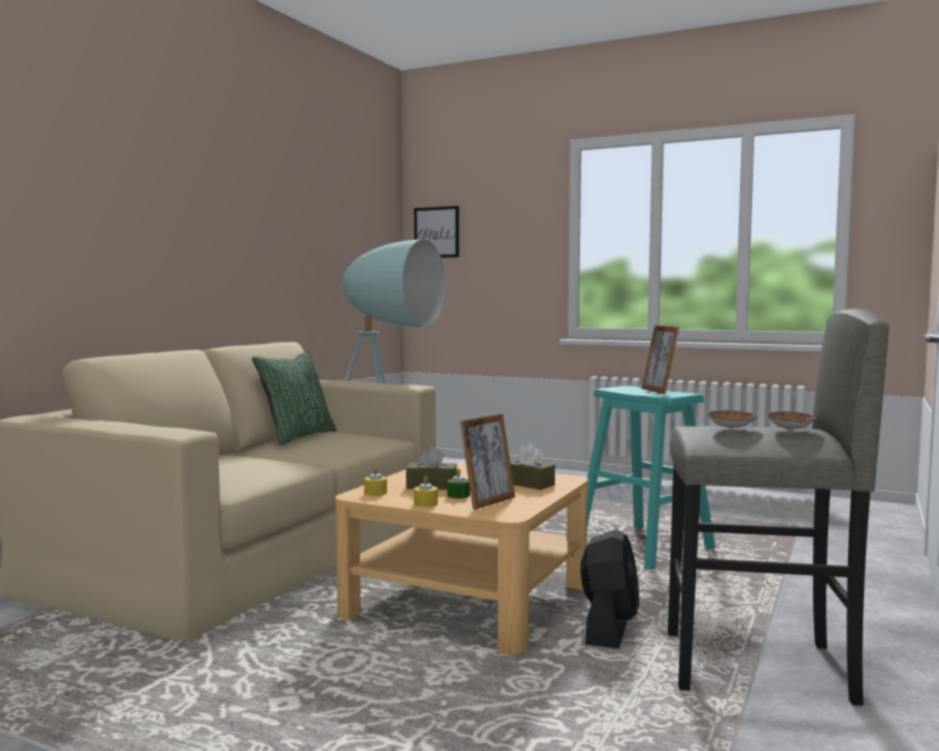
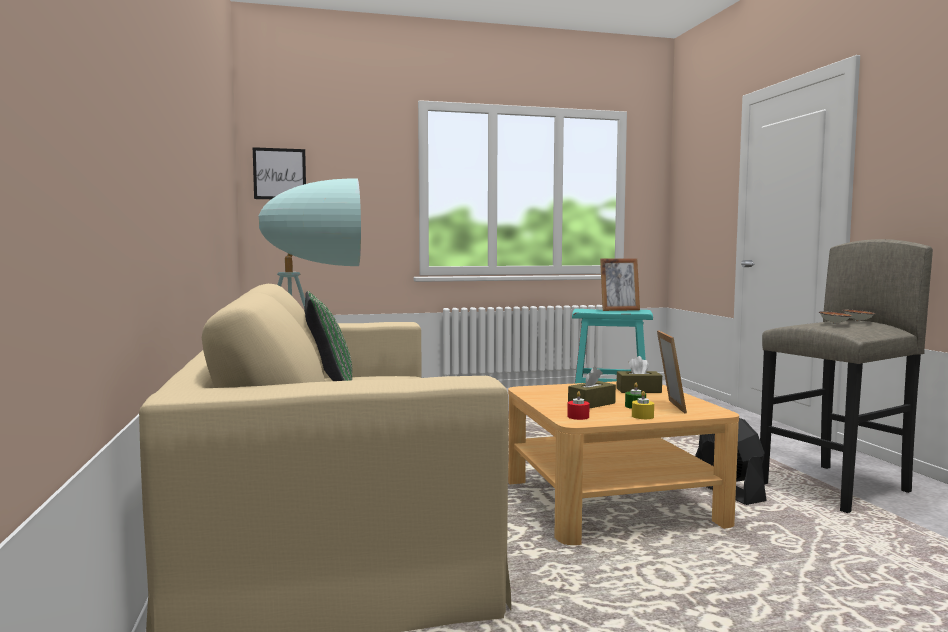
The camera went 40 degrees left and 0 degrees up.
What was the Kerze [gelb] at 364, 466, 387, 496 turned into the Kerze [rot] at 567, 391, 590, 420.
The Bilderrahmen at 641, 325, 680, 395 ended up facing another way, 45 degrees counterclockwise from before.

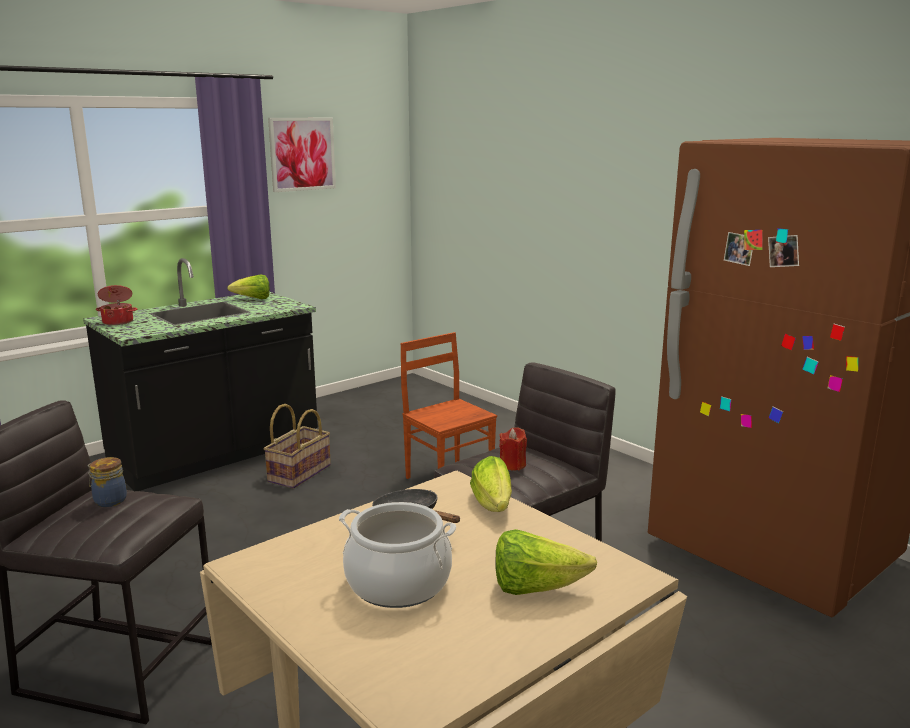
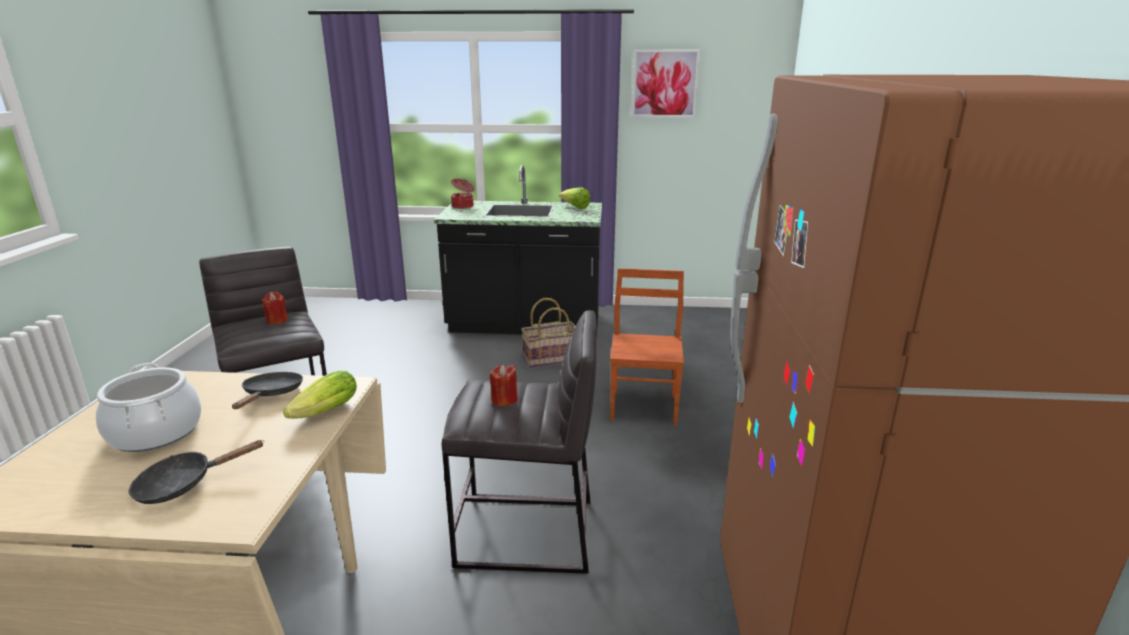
The camera went 45 degrees right and 5 degrees up.
Where the Vorratsglas stood at 88, 457, 127, 507, the Kerze [rot] came to stand at 262, 292, 288, 325.
Where the Salatkopf stood at 495, 529, 597, 595, the Pfanne [schwarz] came to stand at 129, 440, 264, 504.

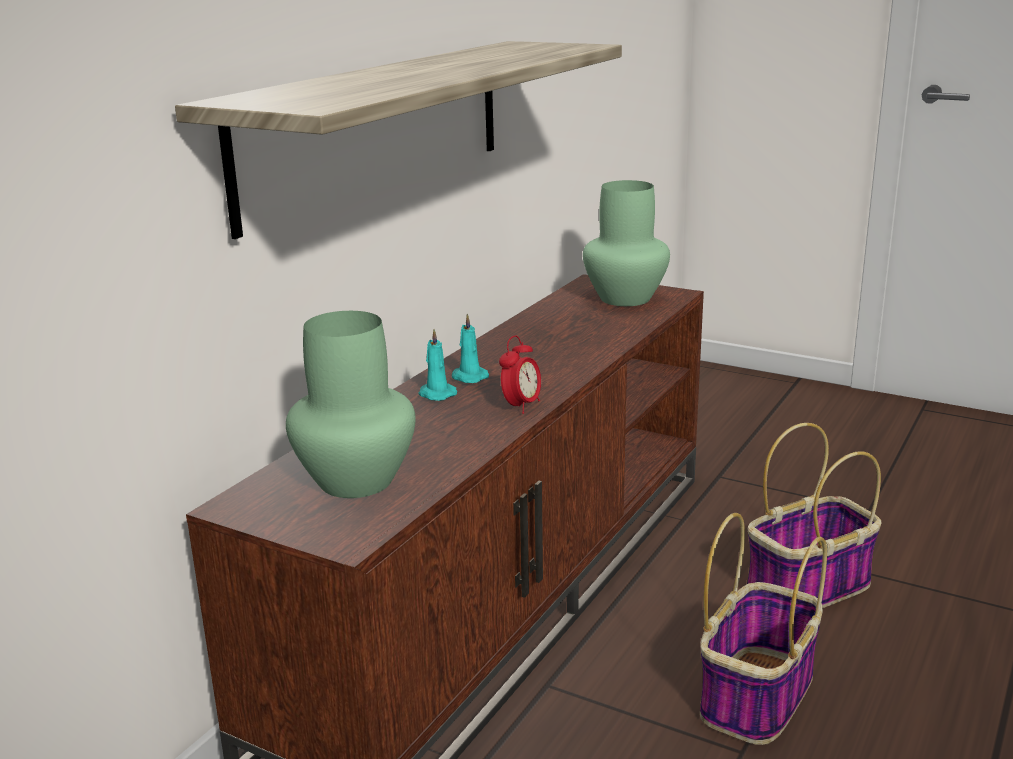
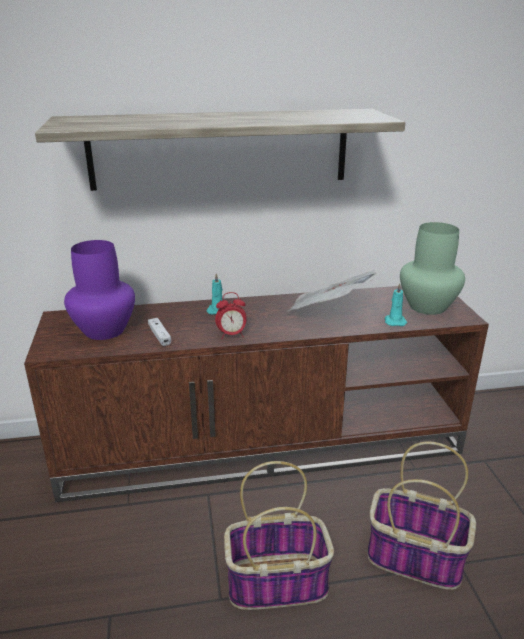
The camera went 50 degrees right and 5 degrees up.
The second view gained the Gamepad [weiß] at 148, 318, 171, 346.
The second view gained the Zeitung at 288, 270, 377, 311.
The Kerze [türkis] ended up elsewhere, having gone from 452, 313, 489, 383 to 385, 283, 407, 326.
What was the Vase [grün] at 286, 311, 416, 498 turned into the Vase [lila] at 64, 240, 135, 340.

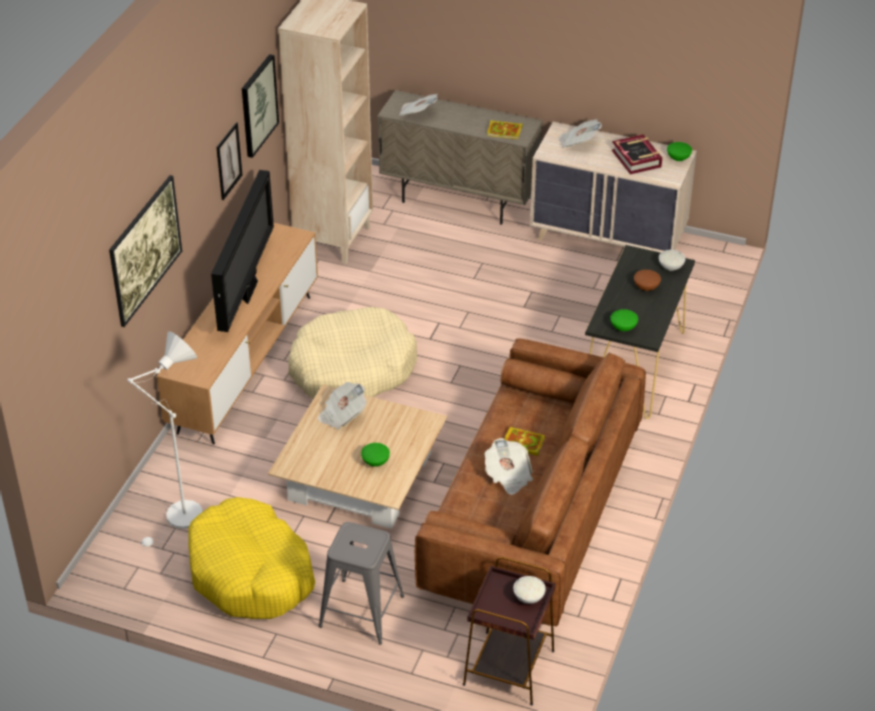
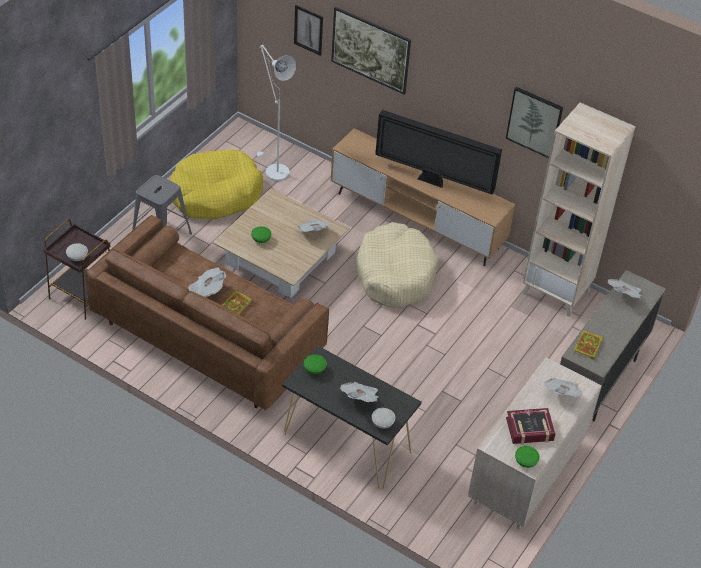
The camera went 100 degrees right and 5 degrees up.
The Bild ended up elsewhere, having gone from 217, 122, 242, 200 to 294, 5, 323, 56.
Where the Schüssel [braun] stood at 634, 270, 661, 291, the Zeitung came to stand at 340, 382, 378, 402.

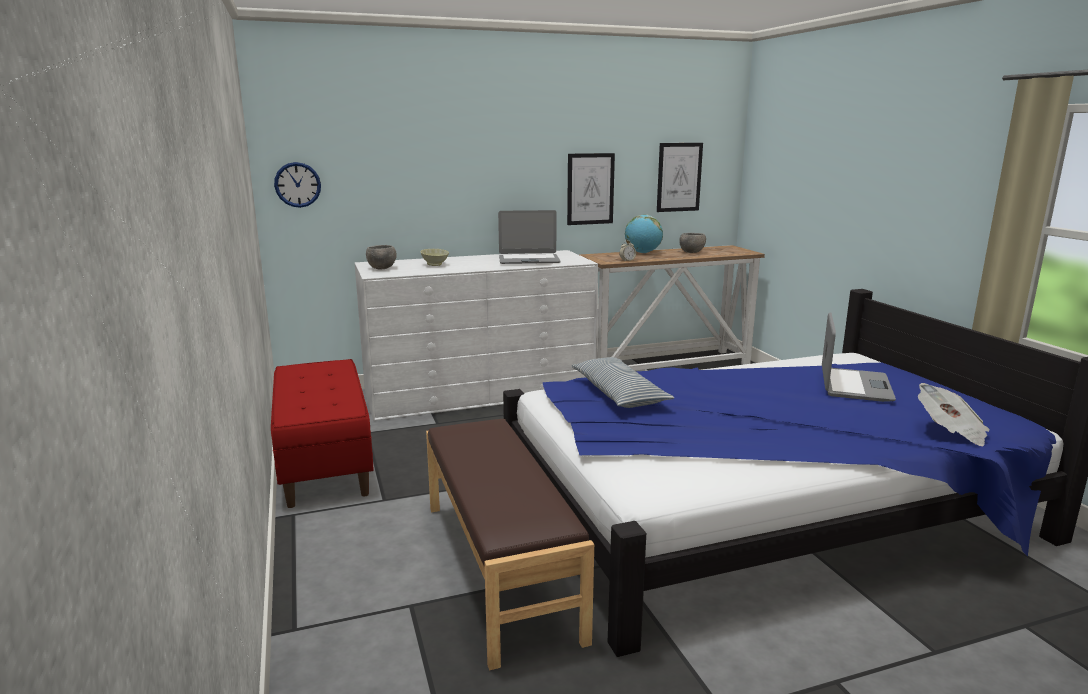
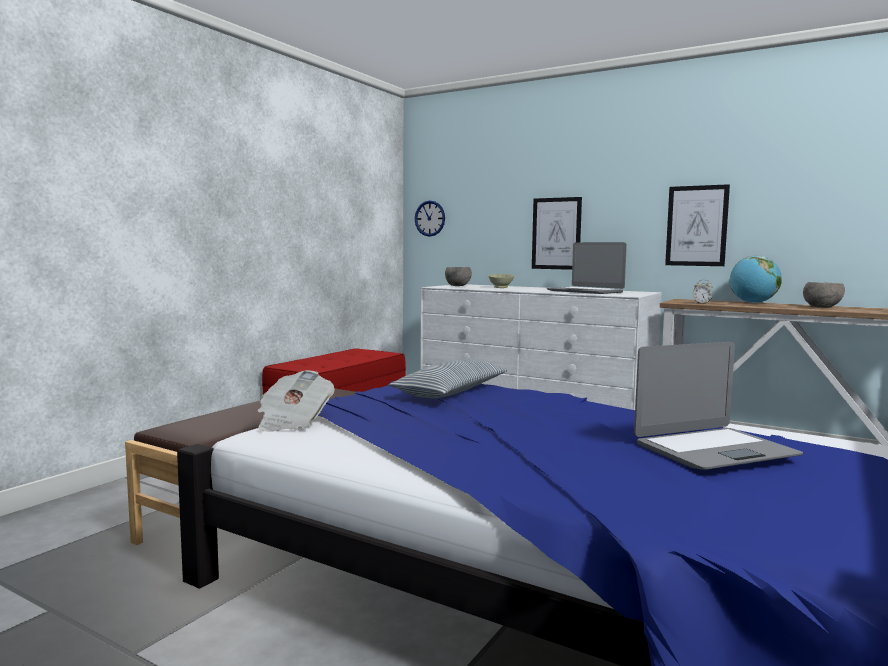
The camera went 50 degrees right and 10 degrees down.
The Bild ended up elsewhere, having gone from 657, 143, 703, 212 to 532, 197, 582, 270.
The Zeitung ended up elsewhere, having gone from 918, 383, 989, 446 to 258, 370, 335, 432.

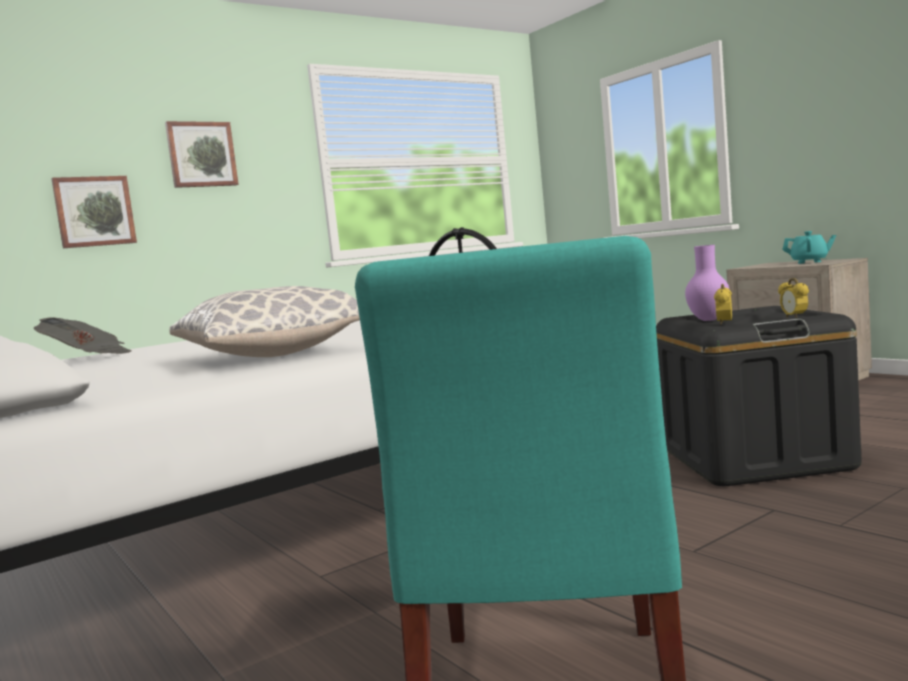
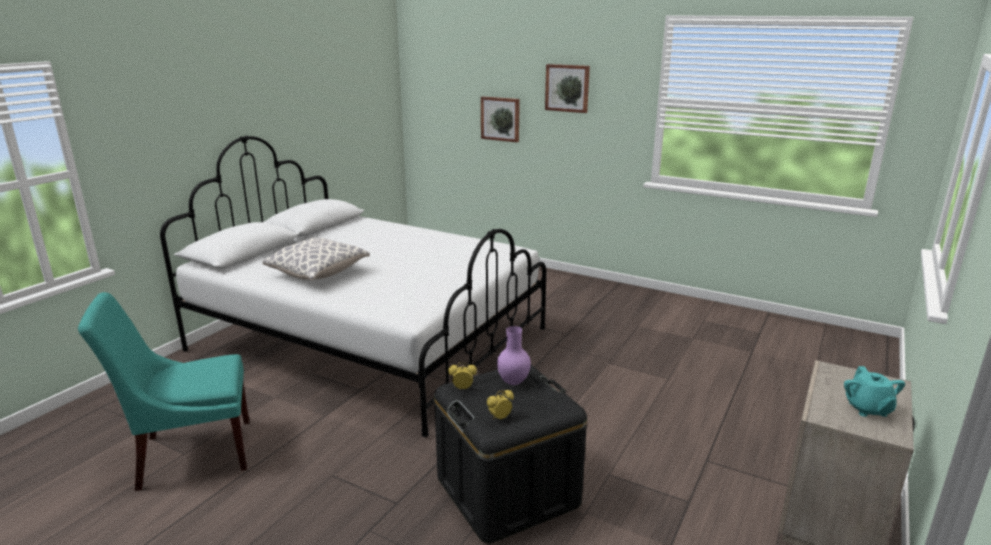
The camera went 65 degrees right and 15 degrees up.
The second view lost the Zeitung at 34, 317, 131, 354.

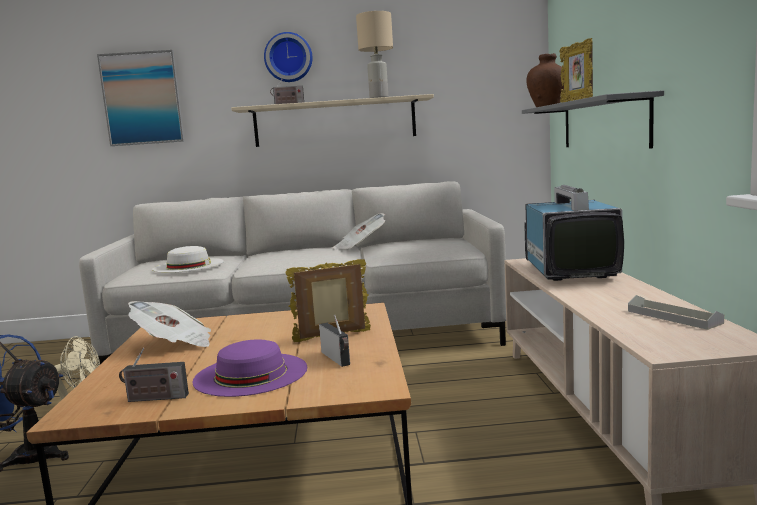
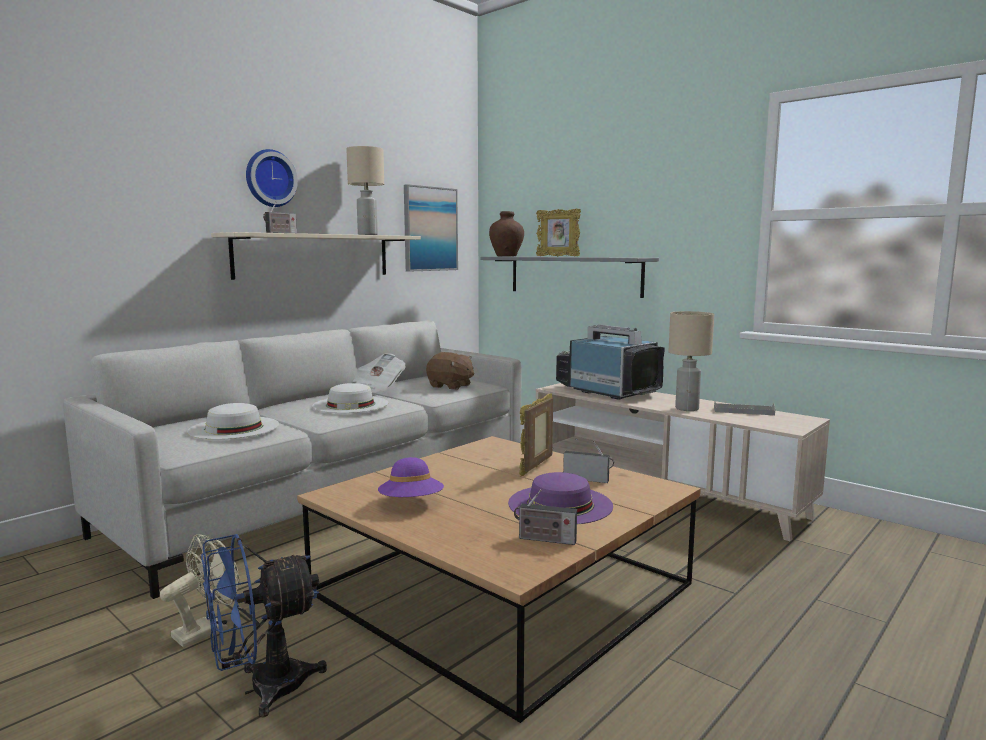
The camera went 45 degrees left and 0 degrees up.
The second view gained the Hut [weiß] at 312, 383, 388, 413.
The second view gained the Plüschtier [braun] at 426, 352, 474, 390.
The second view gained the Tischlampe [beige] at 668, 311, 714, 411.
The Bild ended up elsewhere, having gone from 97, 50, 185, 146 to 404, 184, 458, 272.
Where the Zeitung stood at 128, 301, 211, 347, the Hut [lila] came to stand at 378, 457, 444, 497.
The Radio at 119, 348, 189, 402 ended up facing another way, 60 degrees clockwise from before.

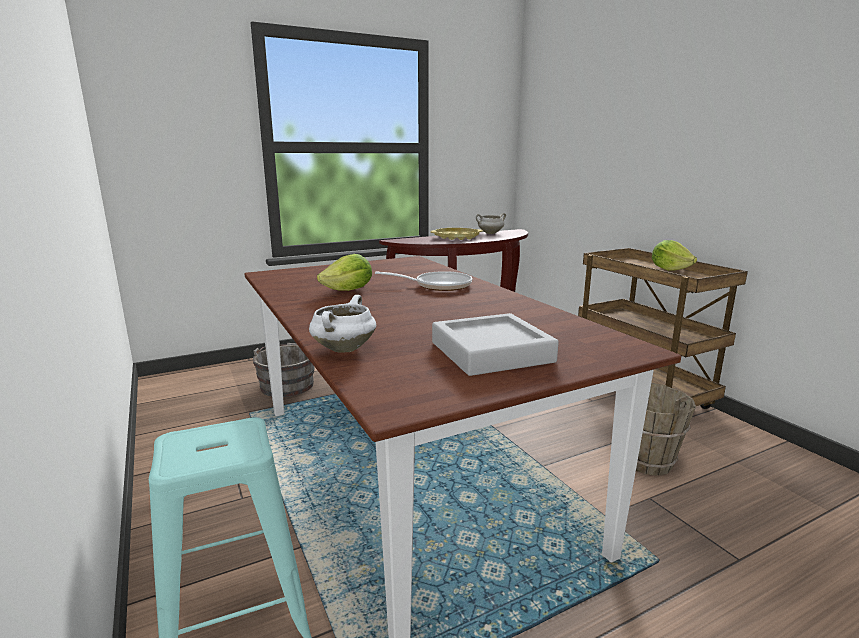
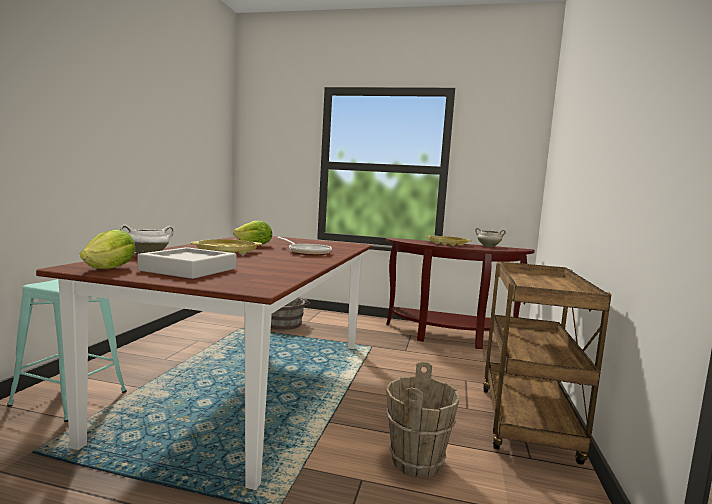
The camera went 40 degrees right and 10 degrees down.
The second view gained the Tablett [gelb] at 191, 239, 262, 254.
The Salatkopf ended up elsewhere, having gone from 652, 240, 697, 271 to 80, 229, 135, 269.

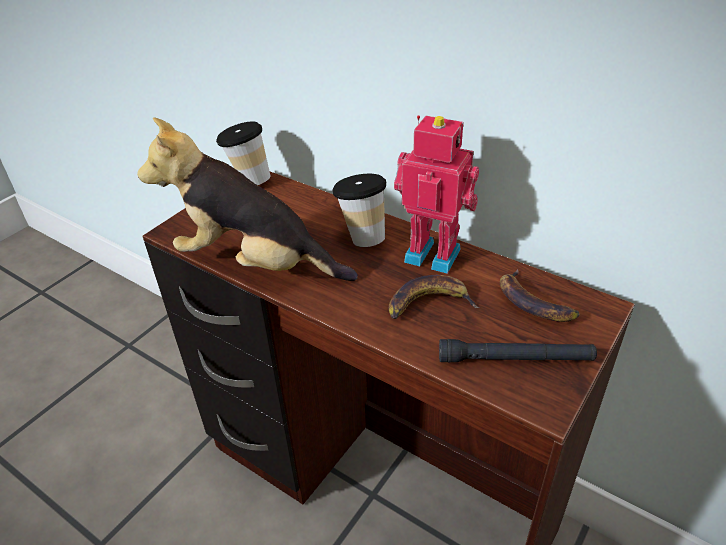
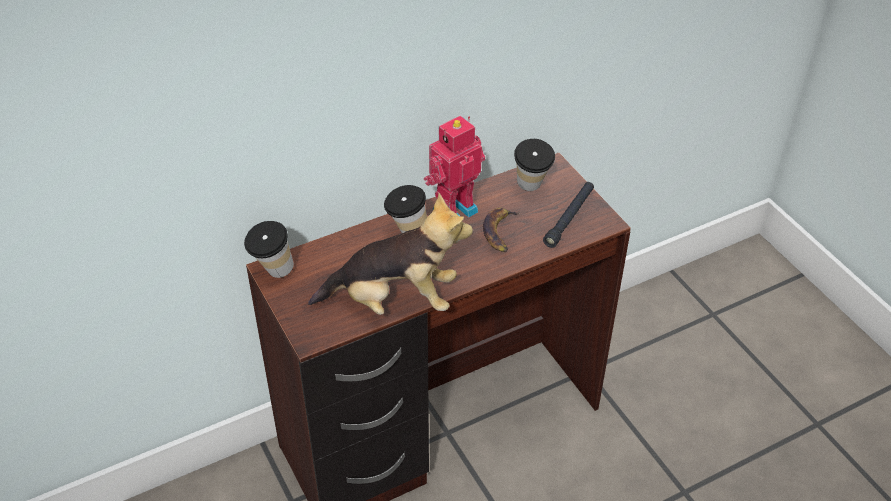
The camera went 65 degrees left and 5 degrees up.
Where the Banane stood at 500, 269, 580, 322, the Tasse came to stand at 514, 139, 555, 191.
The Plüschtier at 137, 117, 358, 281 ended up facing another way, 135 degrees counterclockwise from before.

